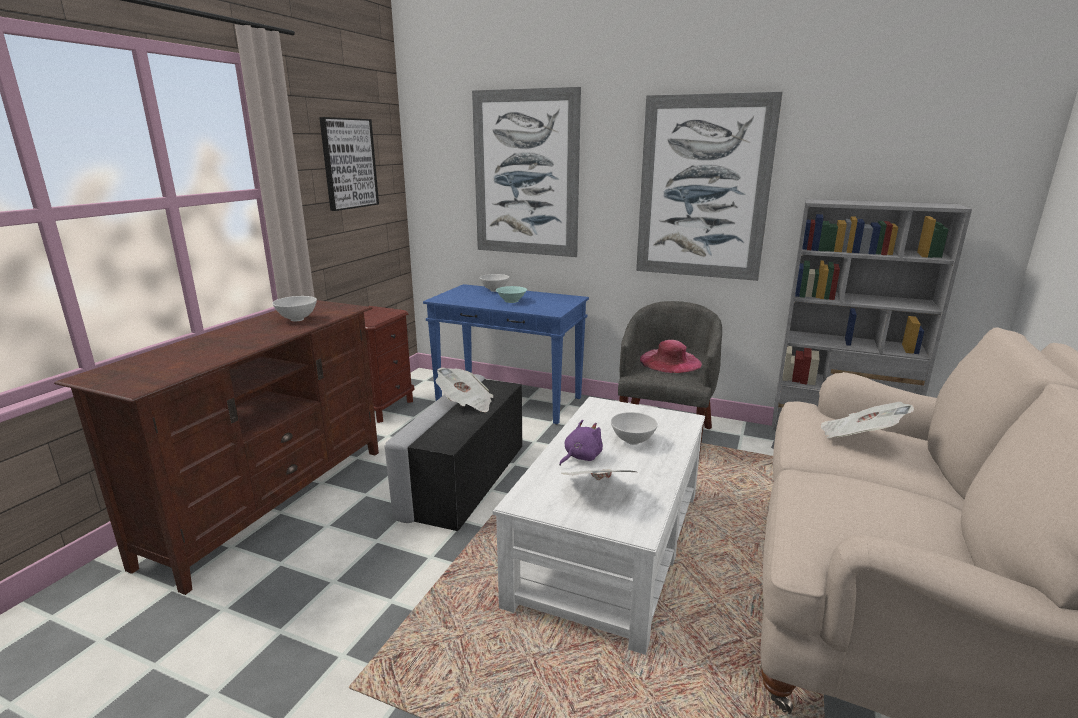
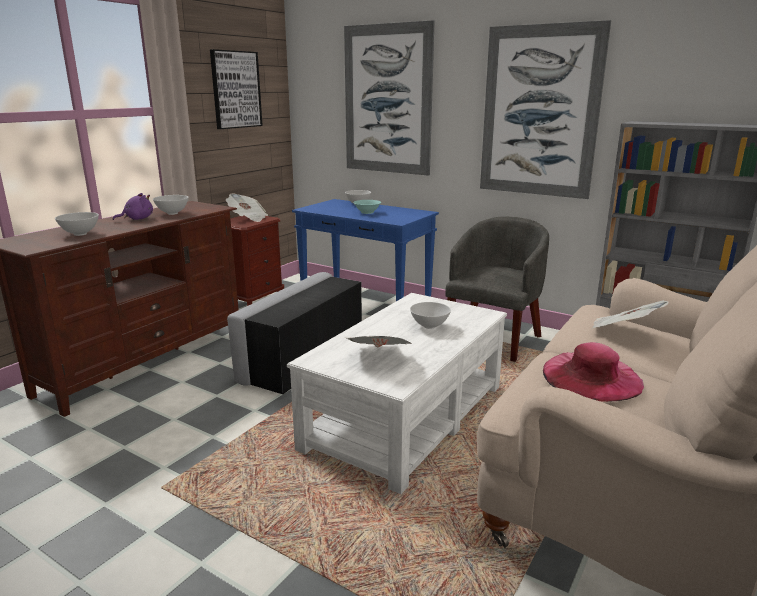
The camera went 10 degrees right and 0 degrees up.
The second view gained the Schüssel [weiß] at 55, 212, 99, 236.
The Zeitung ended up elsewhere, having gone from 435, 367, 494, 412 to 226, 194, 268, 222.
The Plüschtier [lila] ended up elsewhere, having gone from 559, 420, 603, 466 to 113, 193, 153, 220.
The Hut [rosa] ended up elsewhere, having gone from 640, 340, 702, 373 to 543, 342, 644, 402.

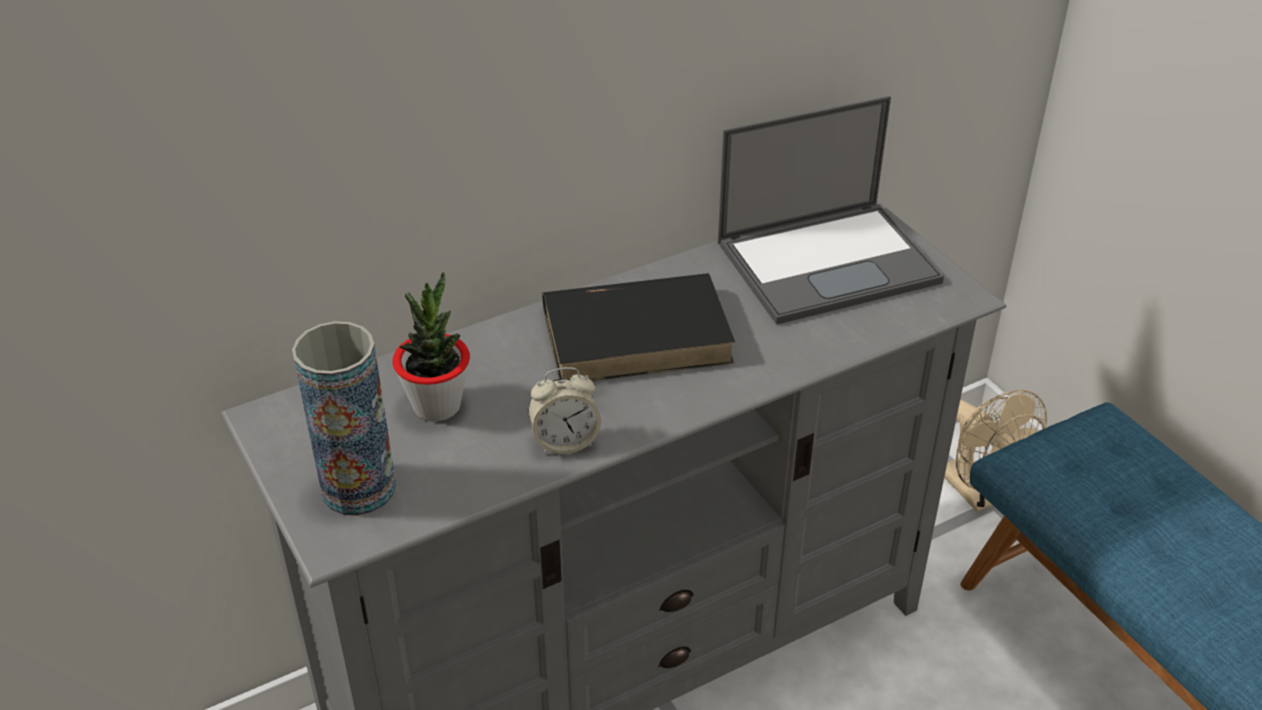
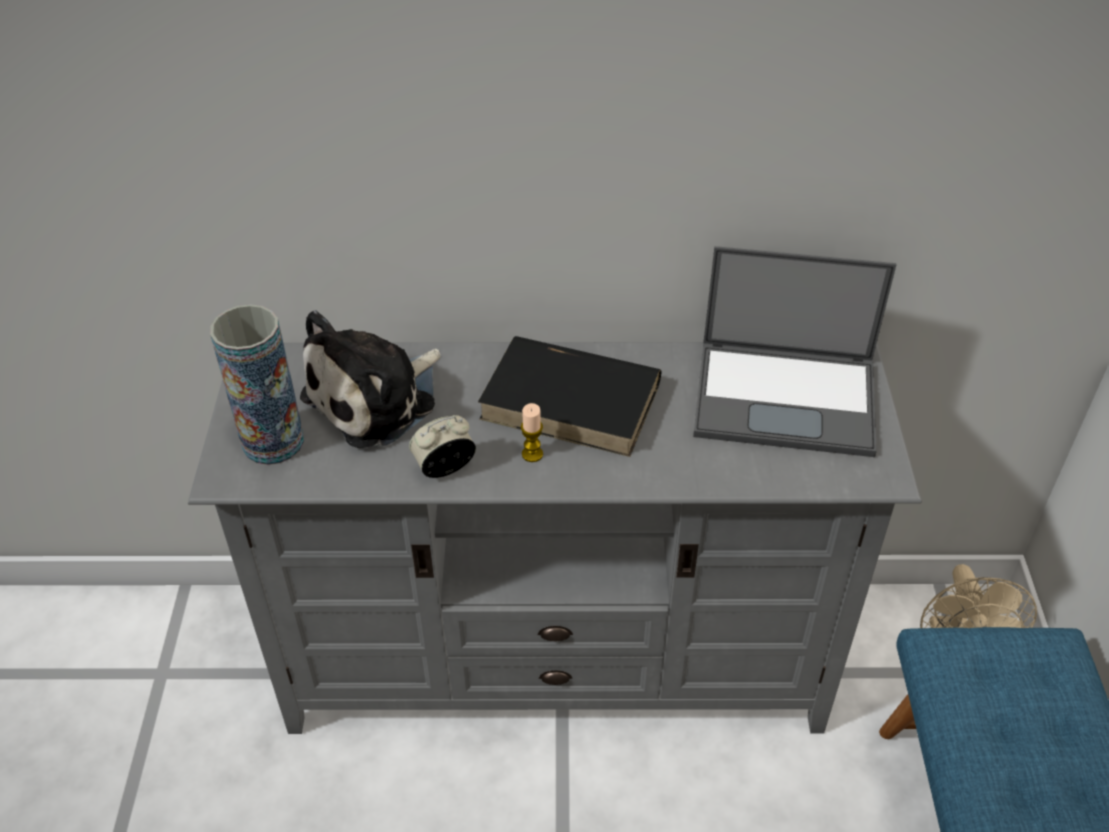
The camera went 30 degrees right and 5 degrees up.
The second view gained the Kerze at 521, 403, 543, 462.
Where the Topfpflanze stood at 393, 272, 470, 422, the Plüschtier came to stand at 300, 310, 441, 448.
The Wecker at 528, 367, 601, 454 ended up facing another way, 135 degrees clockwise from before.

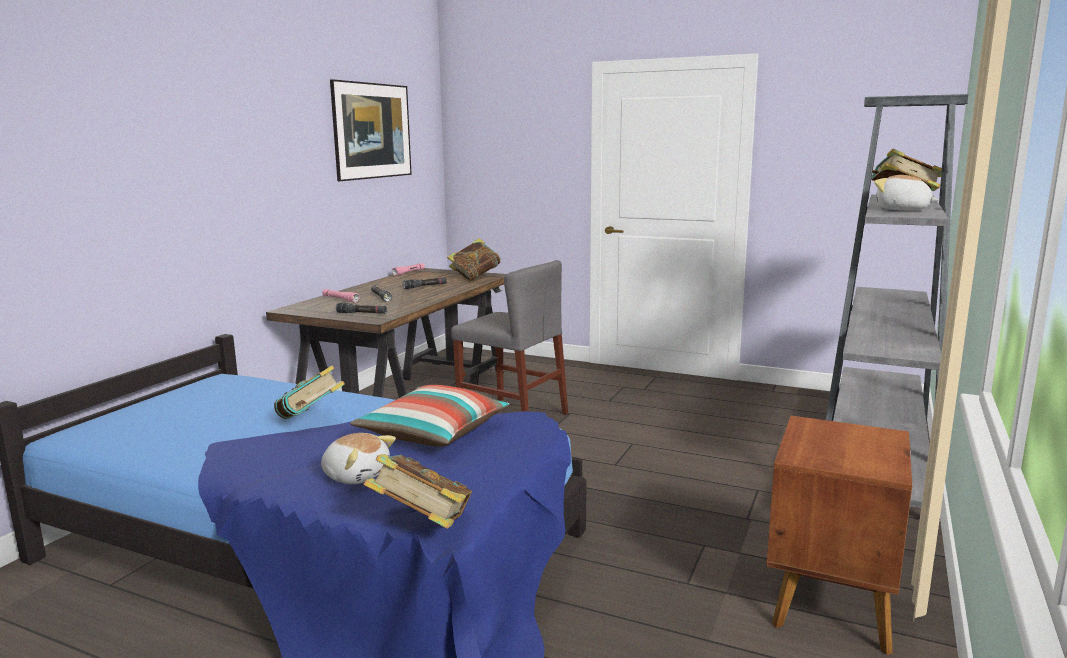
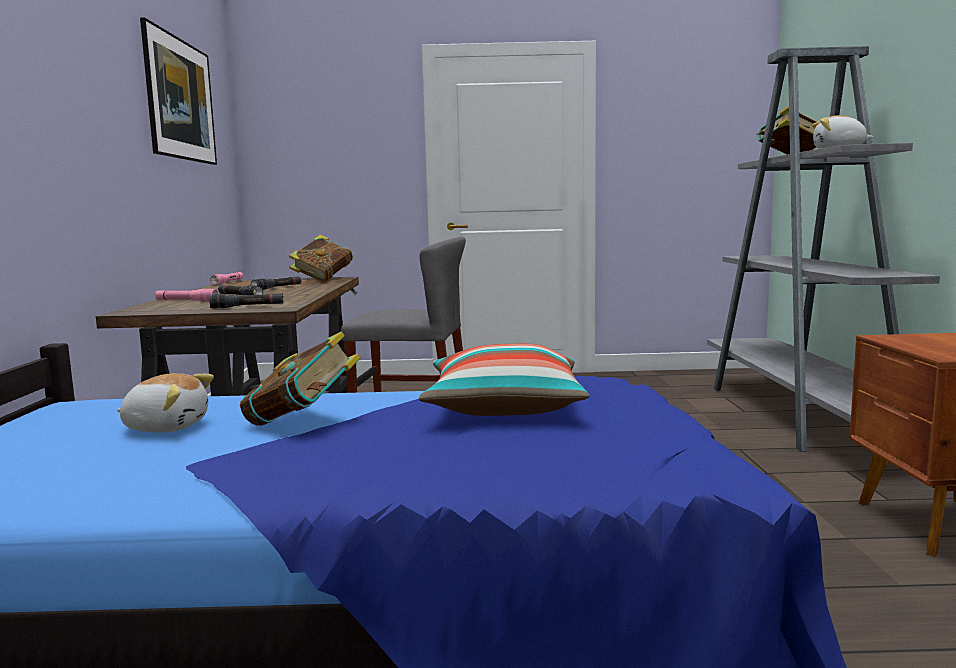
The camera went 25 degrees left and 5 degrees down.
The second view lost the Buch at 363, 454, 472, 529.
The Plüschtier ended up elsewhere, having gone from 321, 433, 396, 484 to 117, 373, 214, 433.

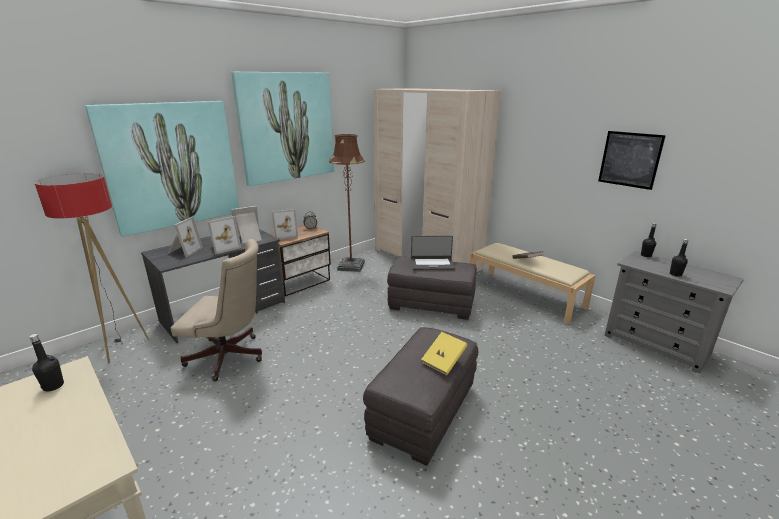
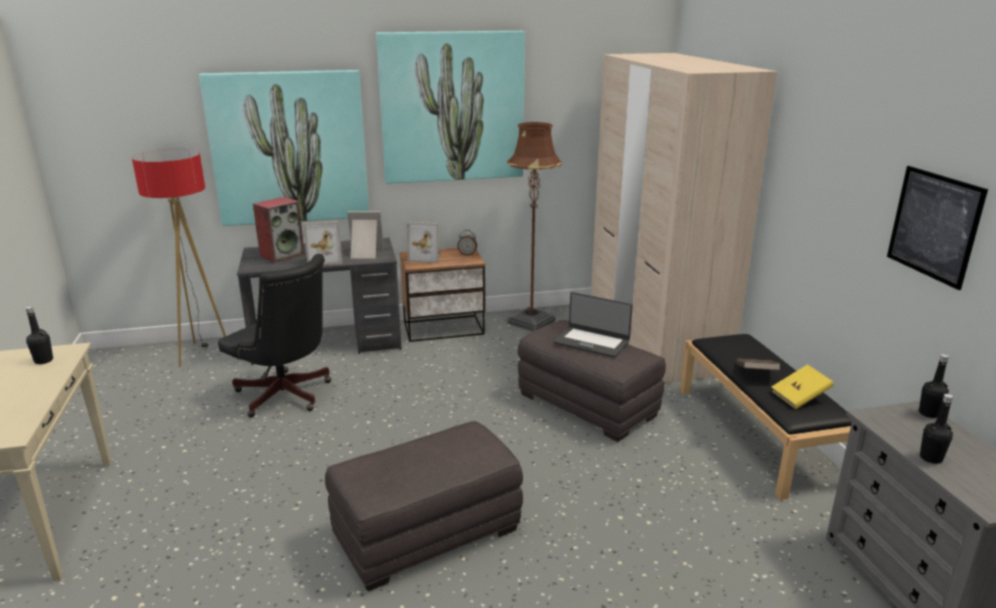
The camera went 30 degrees right and 0 degrees up.
The Buch [gelb] ended up elsewhere, having gone from 421, 332, 468, 375 to 771, 365, 834, 409.
Where the Bilderrahmen stood at 167, 217, 203, 257, the Lautsprecher came to stand at 253, 197, 305, 263.
What was the Bürostuhl [beige] at 170, 239, 262, 381 turned into the Bürostuhl [schwarz] at 218, 254, 331, 418.
What was the Bank [beige] at 470, 243, 596, 324 turned into the Bank [schwarz] at 680, 334, 852, 500.

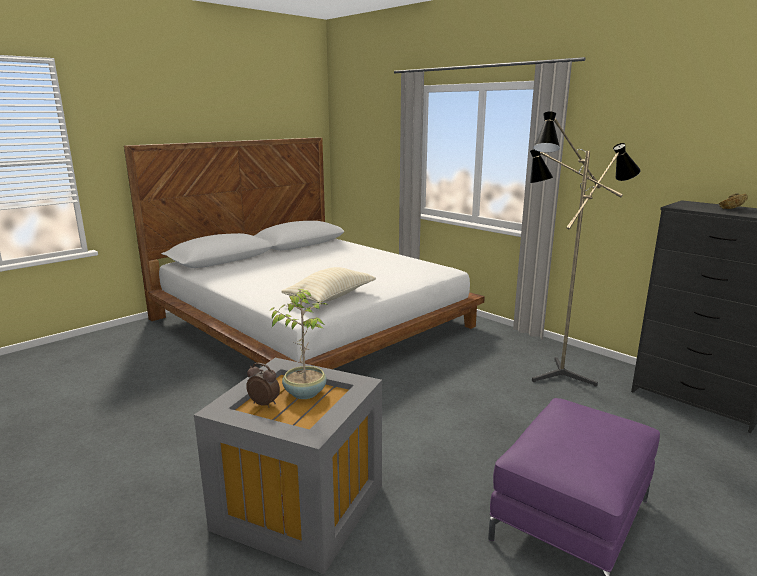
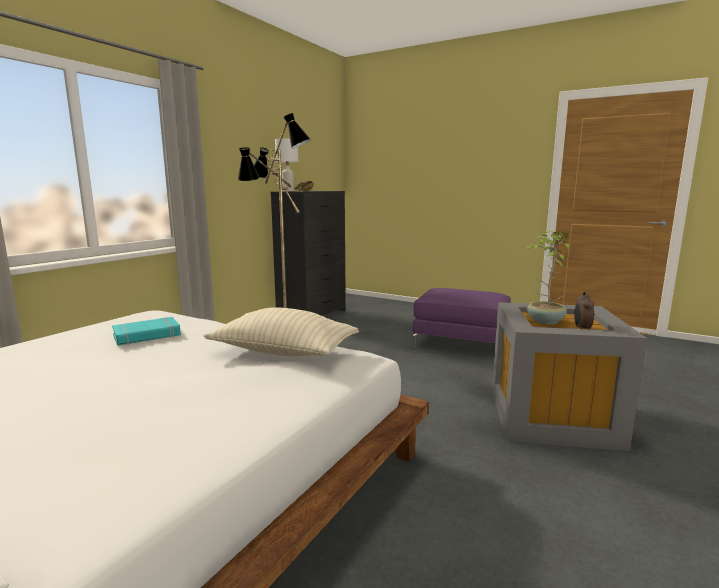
The camera went 105 degrees left and 5 degrees down.
The second view gained the Buch [türkis] at 112, 317, 181, 346.
The second view gained the Tischlampe [weiß] at 275, 138, 298, 191.

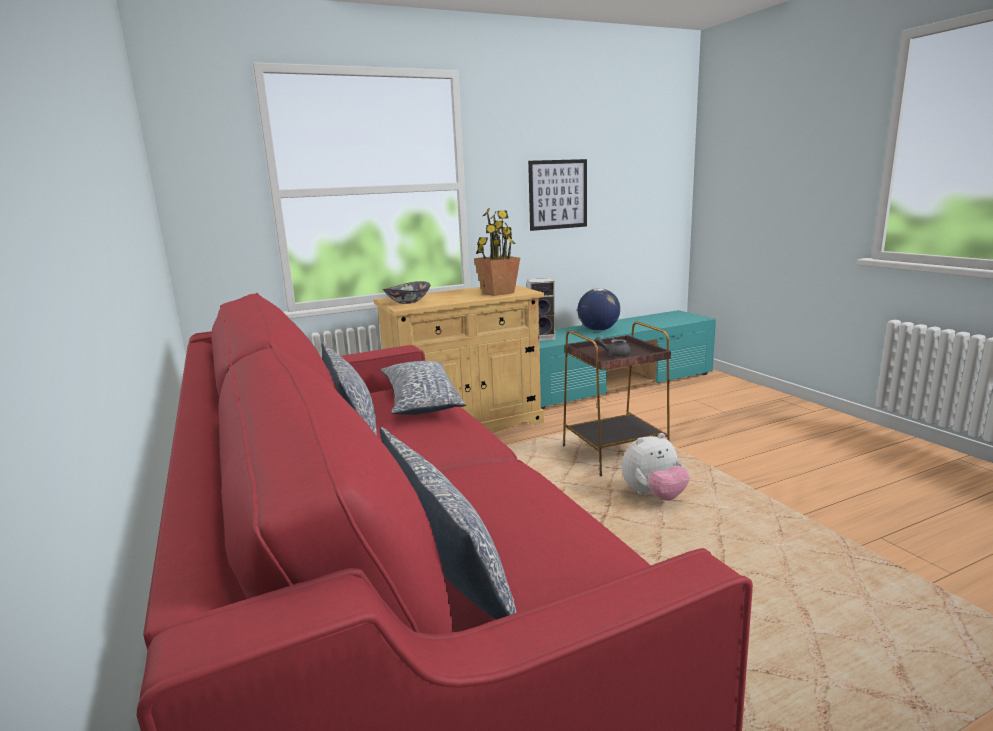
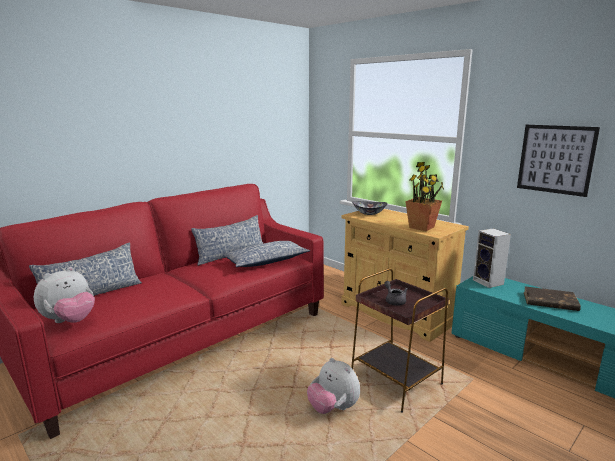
The camera went 70 degrees right and 0 degrees up.
The second view gained the Plüschtier at 34, 267, 95, 323.
Where the Globus stood at 577, 288, 620, 331, the Buch [braun] came to stand at 523, 286, 581, 311.

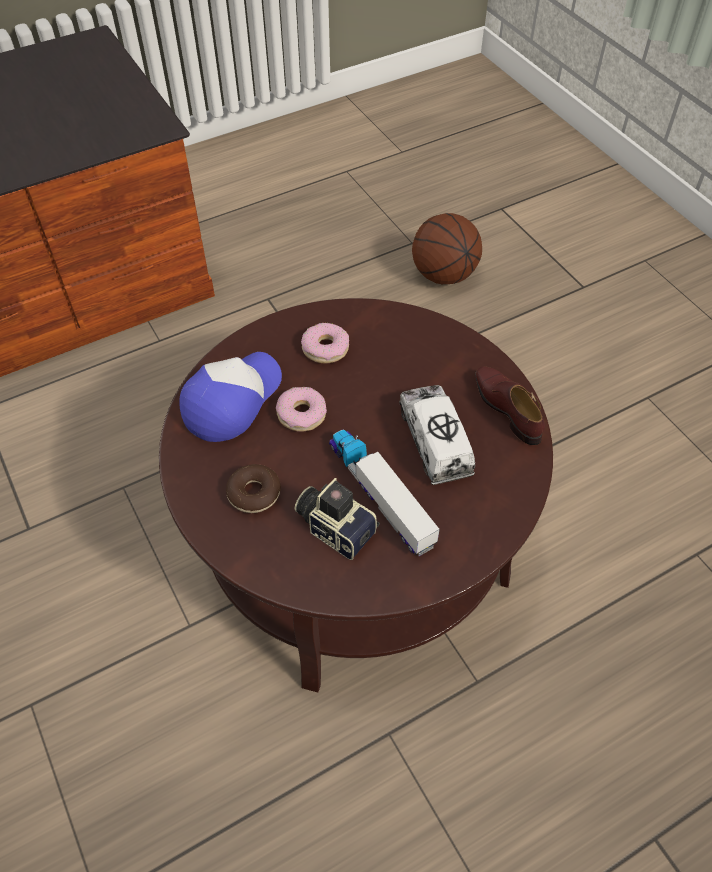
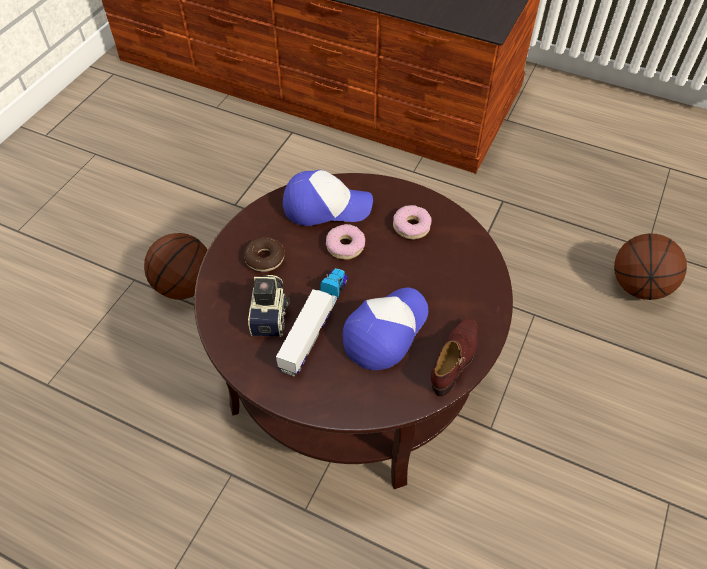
The camera went 55 degrees right and 0 degrees up.
The second view gained the Basketball at 144, 233, 207, 300.
Where the Spielzeuglaster stood at 399, 385, 475, 485, the Kappe came to stand at 343, 288, 428, 370.

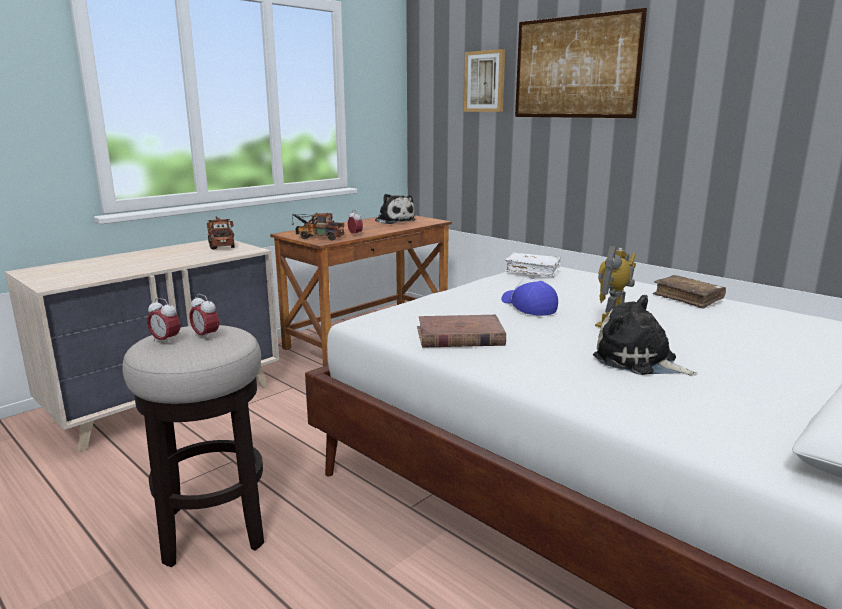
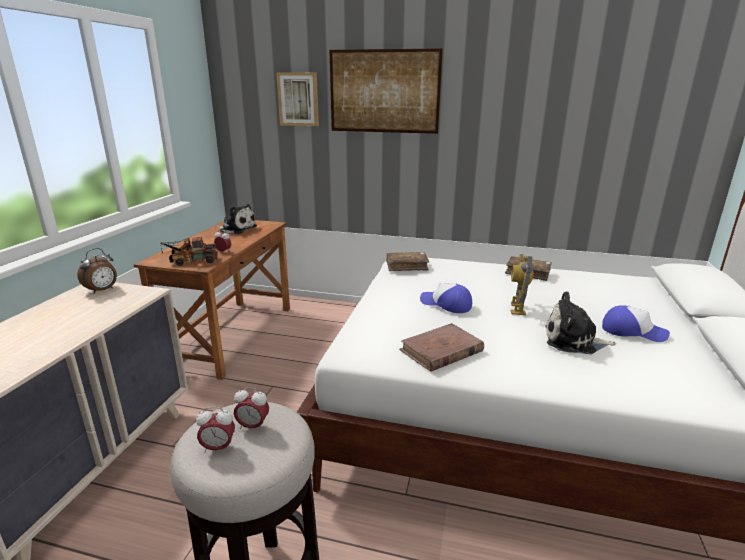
The camera went 30 degrees left and 5 degrees up.
The second view gained the Kappe at 602, 305, 670, 342.
Where the Spielzeuglaster stood at 207, 216, 235, 250, the Wecker came to stand at 77, 248, 117, 294.
What was the Buch [weiß] at 505, 253, 561, 277 turned into the Buch [braun] at 386, 252, 429, 271.

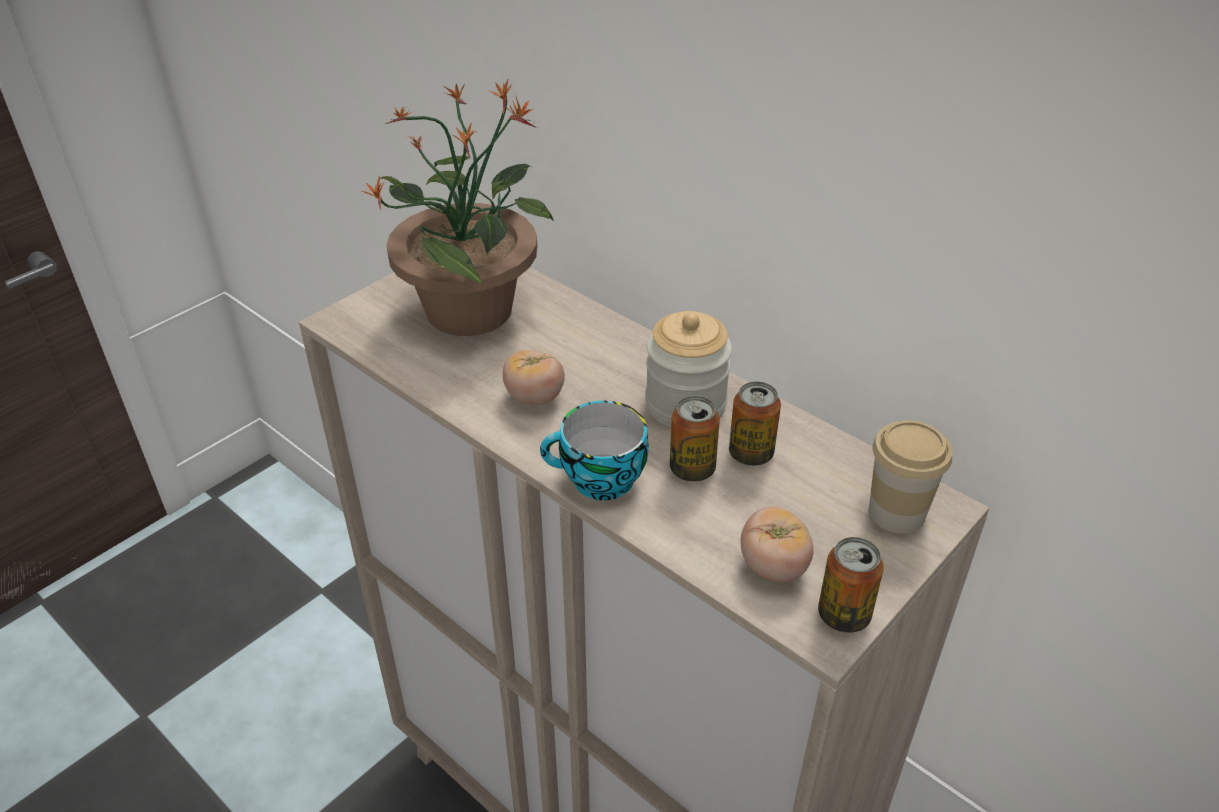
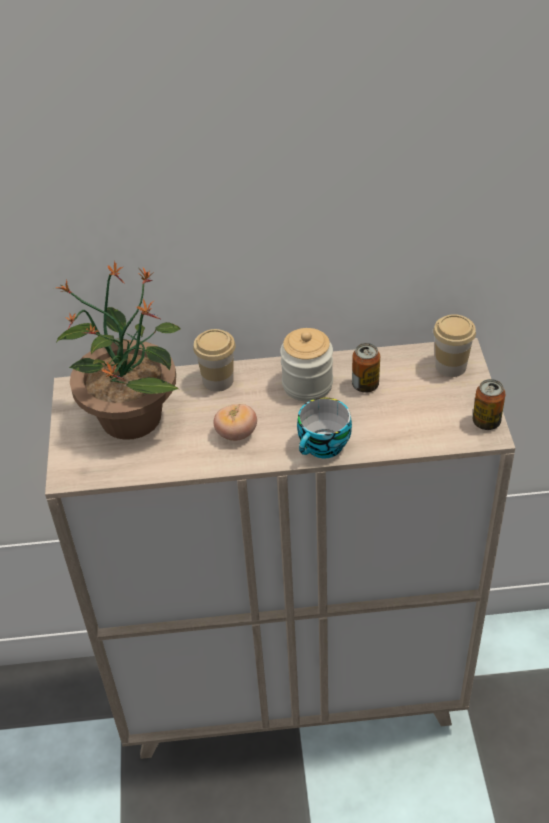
The camera went 45 degrees left and 5 degrees up.
The second view lost the Dose at 670, 396, 720, 482.
The second view lost the Tomate at 741, 507, 813, 583.
The second view gained the Tasse at 193, 329, 236, 392.

